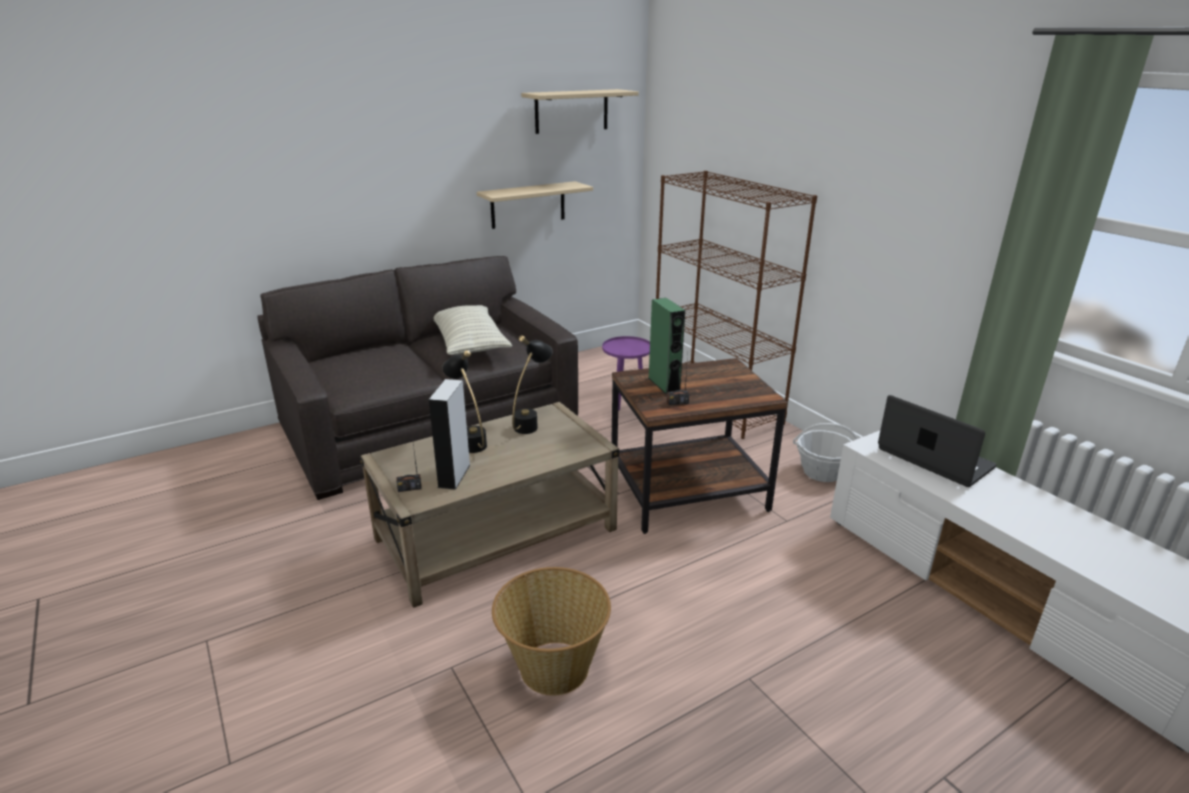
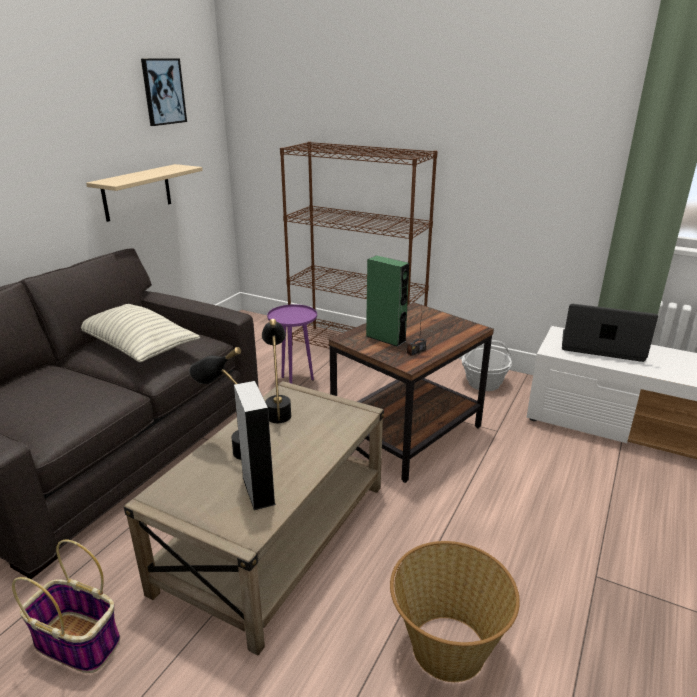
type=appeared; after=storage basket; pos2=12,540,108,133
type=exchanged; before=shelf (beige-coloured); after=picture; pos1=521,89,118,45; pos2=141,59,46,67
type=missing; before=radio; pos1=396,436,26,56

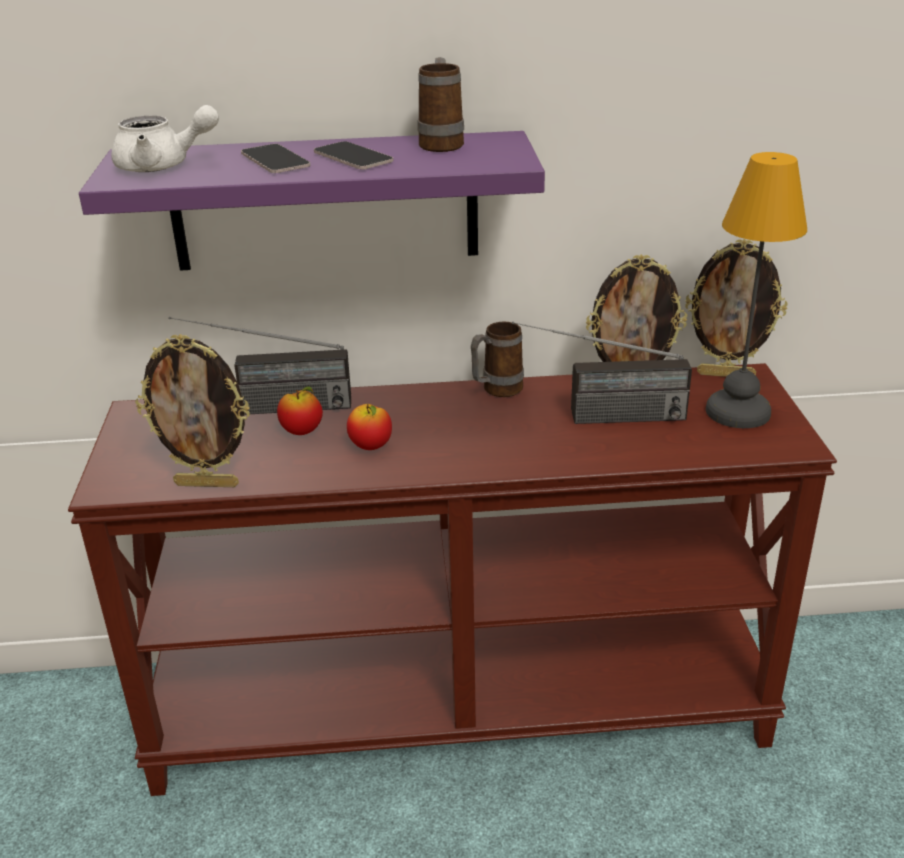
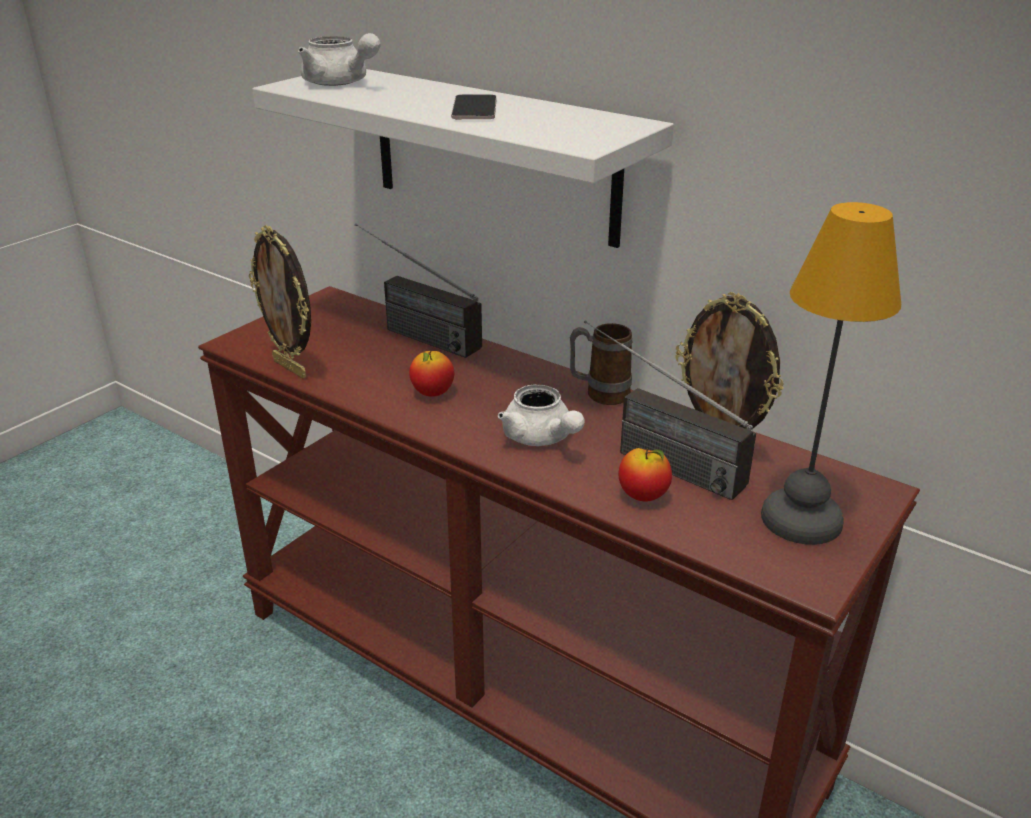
type=colour; before=shelf (purple-coloured); after=shelf (white-coloured); pos1=79,131,466,140; pos2=252,69,422,179
type=appeared; after=pot for tea (white-coloured); pos2=498,385,87,61
type=relocated; before=apple; pos1=277,387,46,48; pos2=618,448,54,54
type=missing; before=telephone; pos1=241,144,69,29
type=missing; before=coffee mug; pos1=418,57,46,95
type=missing; before=picture frame; pos1=685,239,102,138

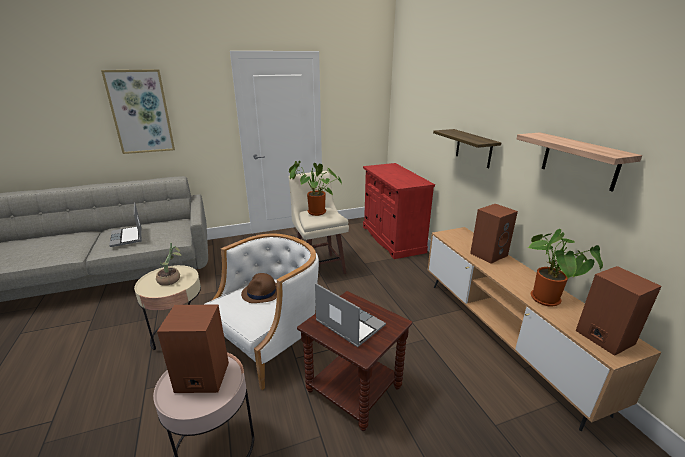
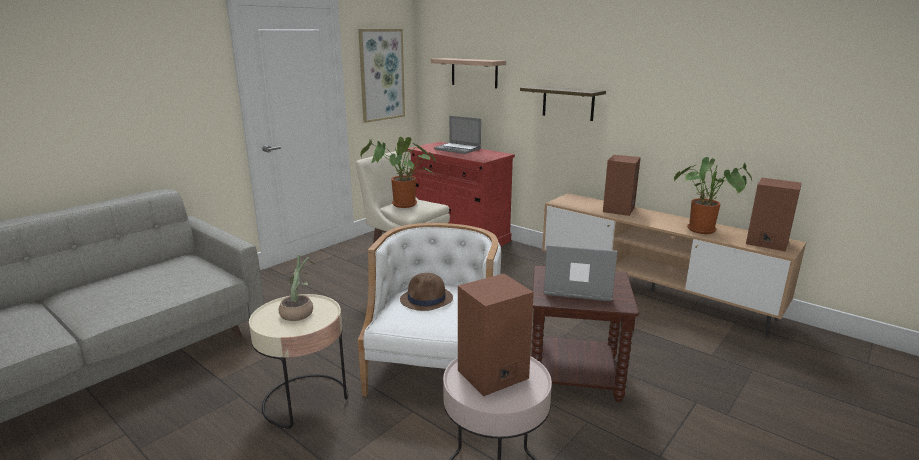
type=relocated; before=picture; pos1=101,69,74,85; pos2=358,29,47,94
type=relocated; before=shelf; pos1=516,132,126,60; pos2=431,58,75,31
type=relocated; before=laptop; pos1=109,202,33,45; pos2=434,116,47,38

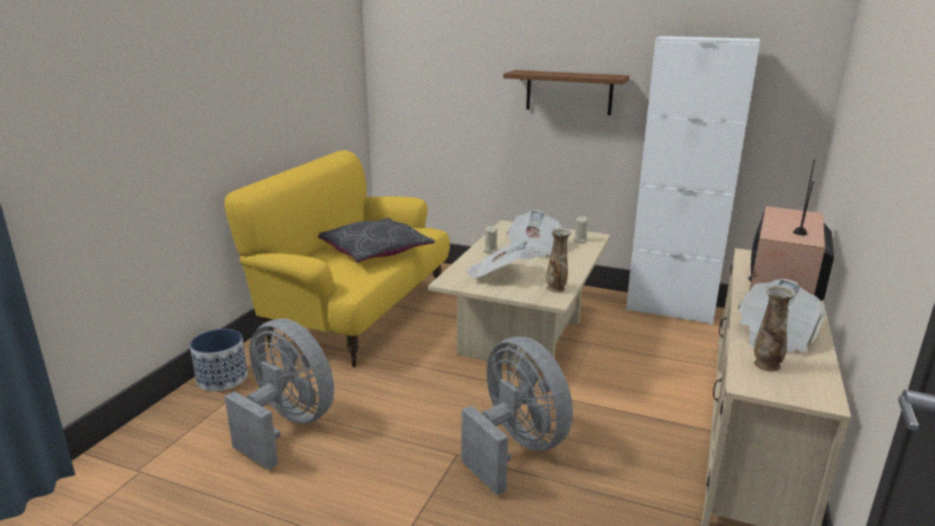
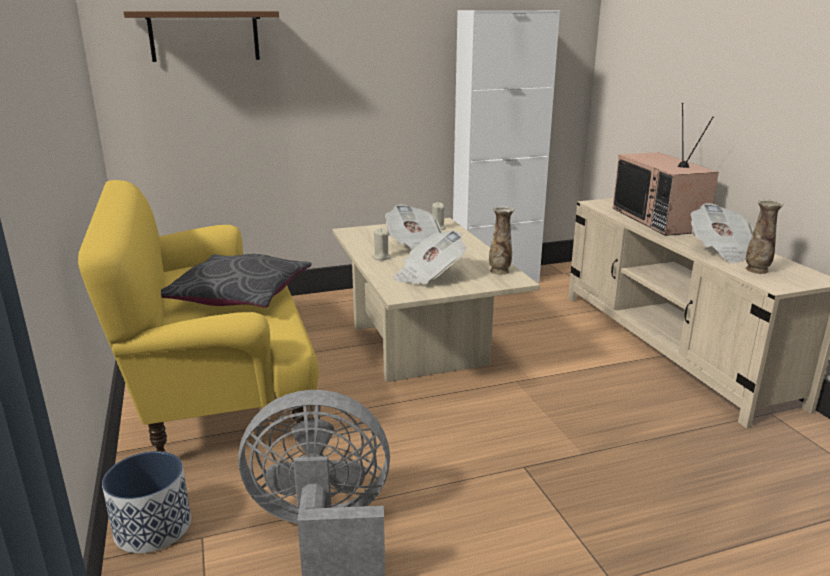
type=relocated; before=shelf (brown); pos1=503,70,127,45; pos2=124,11,155,51
type=missing; before=electric fan (greyish); pos1=462,337,111,158

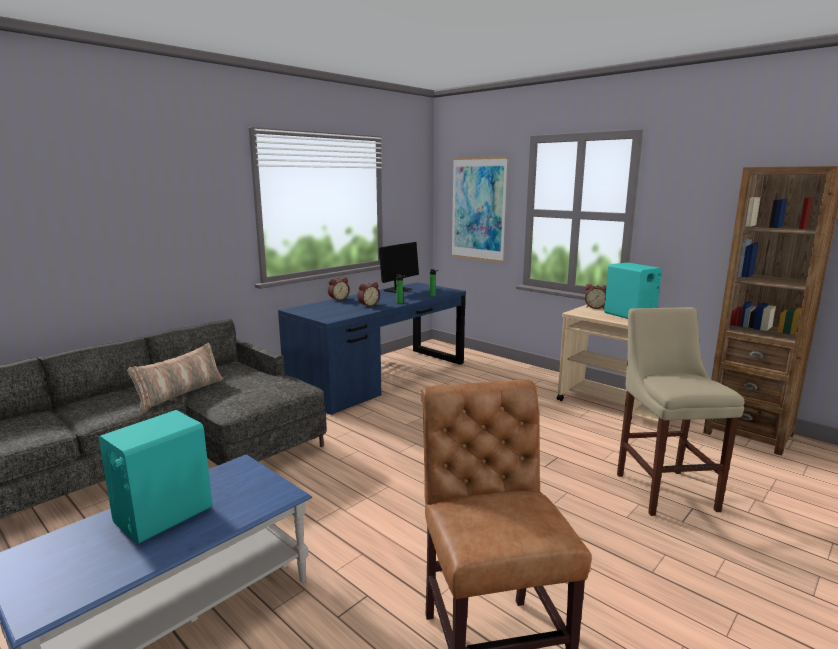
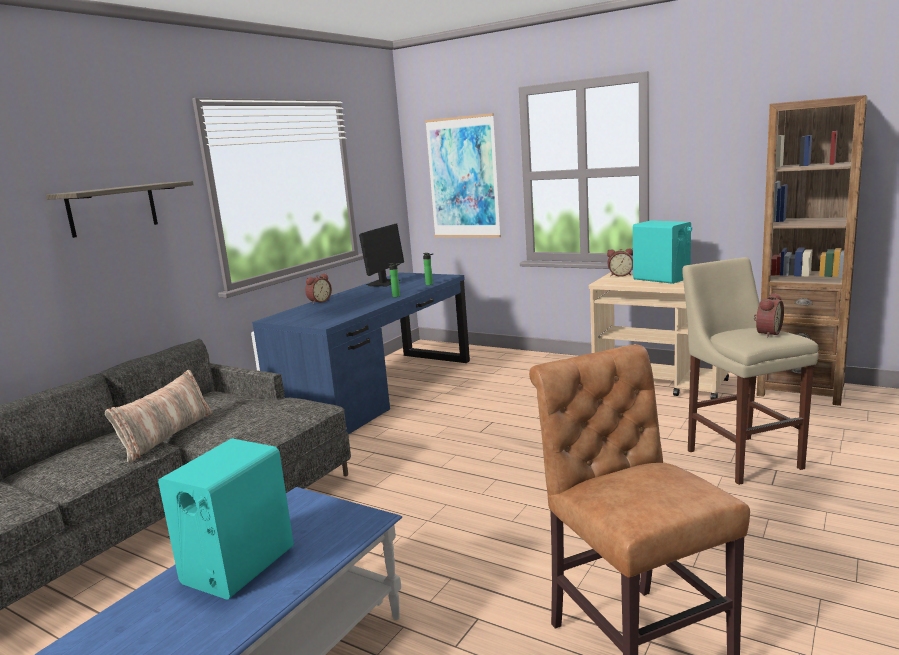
type=appeared; after=shelf; pos2=46,181,147,57
type=relocated; before=alarm clock; pos1=357,282,23,25; pos2=754,293,30,45

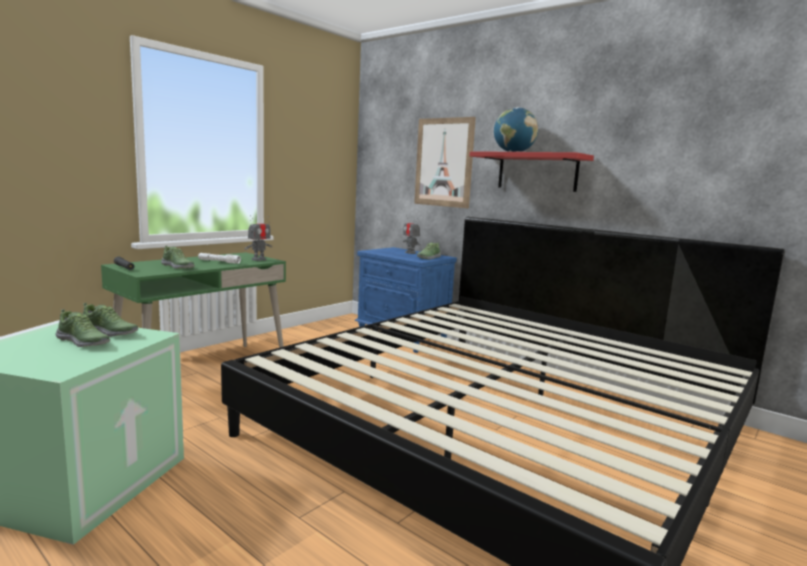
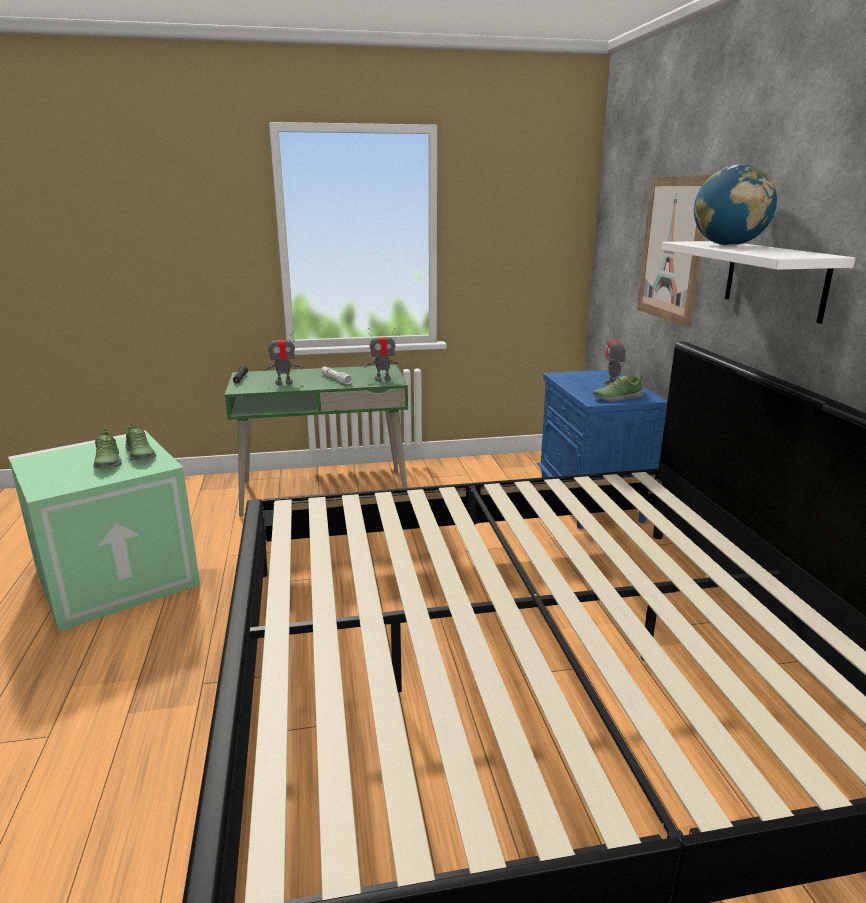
type=exchanged; before=shoe; after=robot figure; pos1=161,245,34,24; pos2=263,331,40,55
type=colour; before=shelf (red); after=shelf (white-coloured); pos1=470,151,124,41; pos2=661,241,194,83

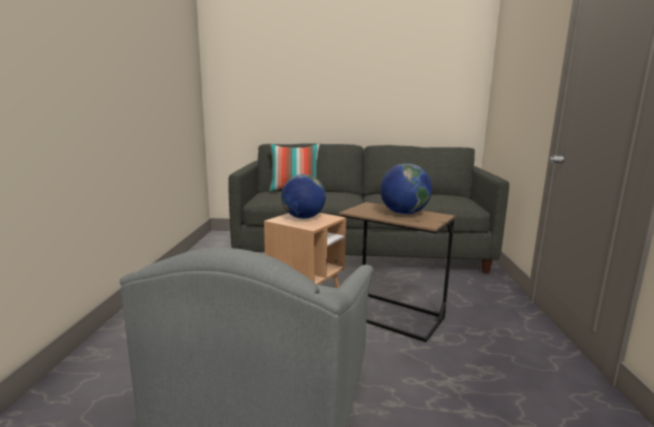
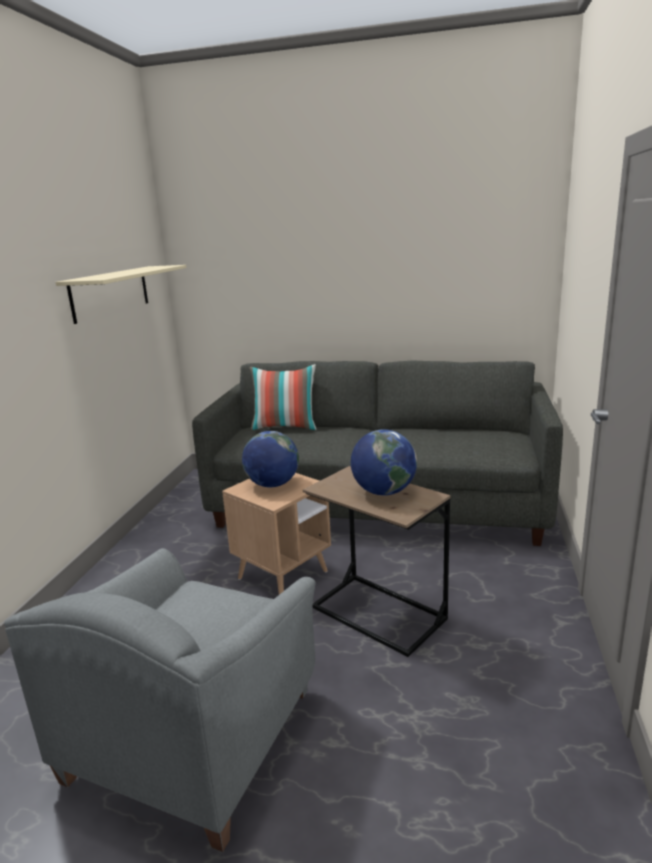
type=appeared; after=shelf (beige-coloured); pos2=56,265,130,59

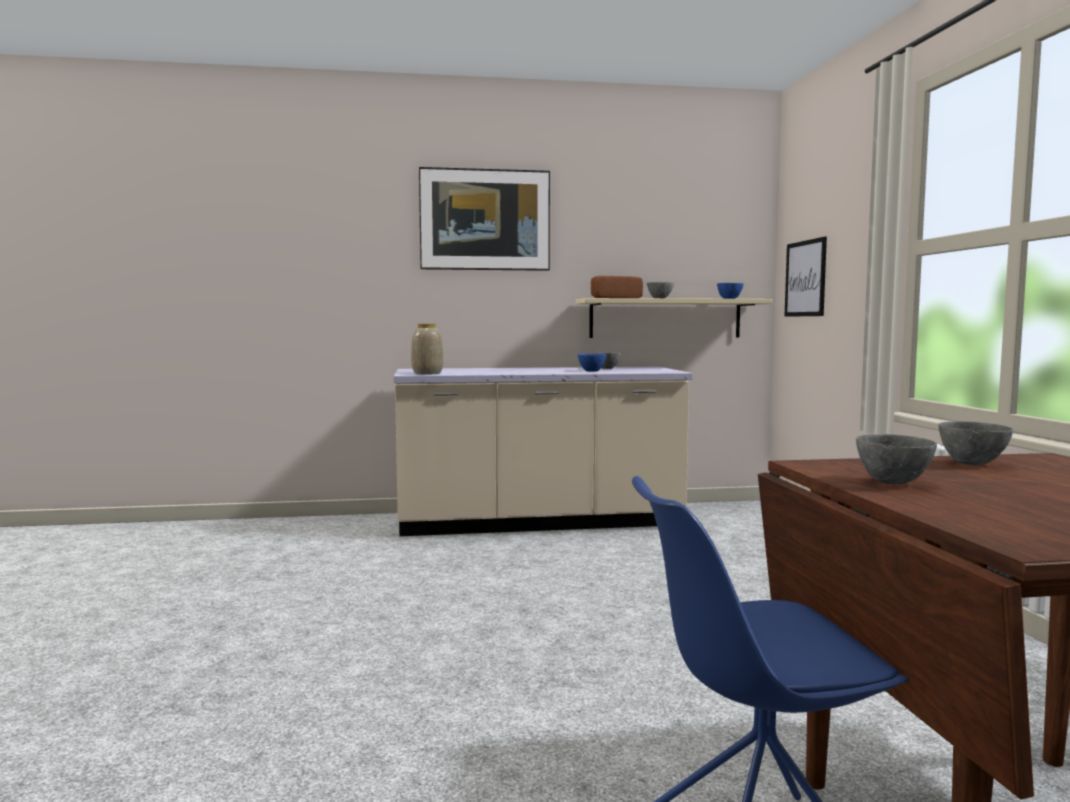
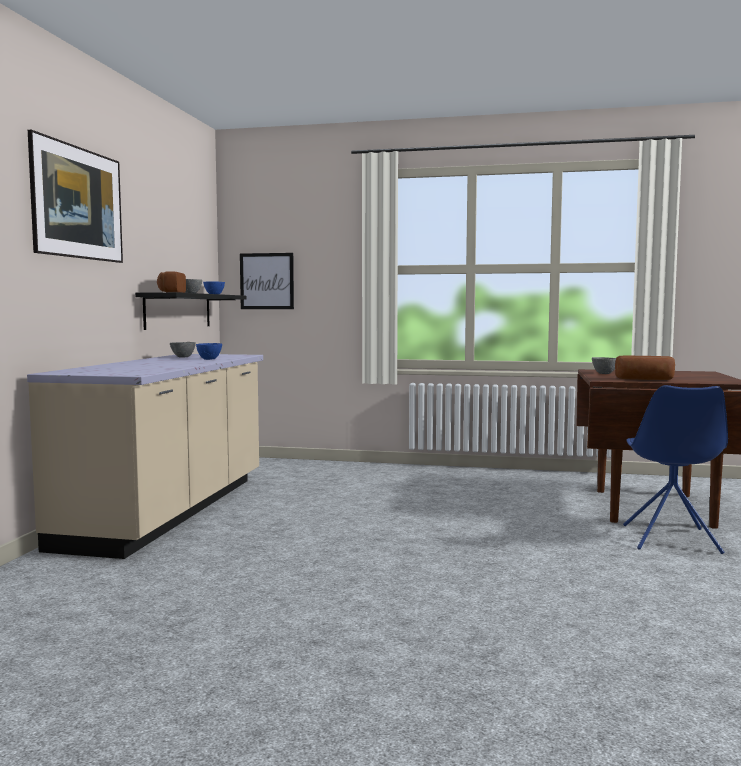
type=colour; before=shelf (beige-coloured); after=shelf (blackish); pos1=576,298,197,40; pos2=135,292,112,38
type=exchanged; before=serving bowl (greyish); after=baked bread; pos1=856,434,81,50; pos2=615,355,60,25
type=missing; before=decorative vase; pos1=411,324,32,50

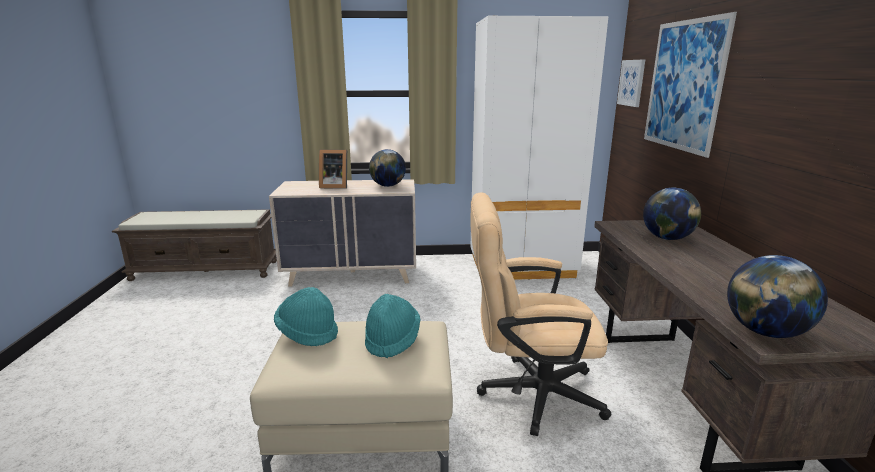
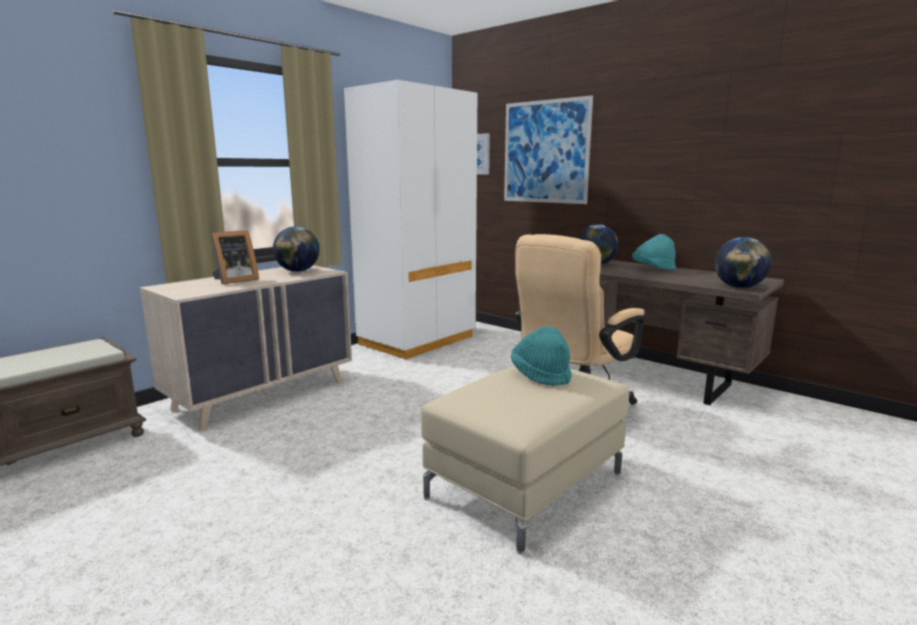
type=relocated; before=hat (blue-green); pos1=274,287,64,59; pos2=632,234,44,36

